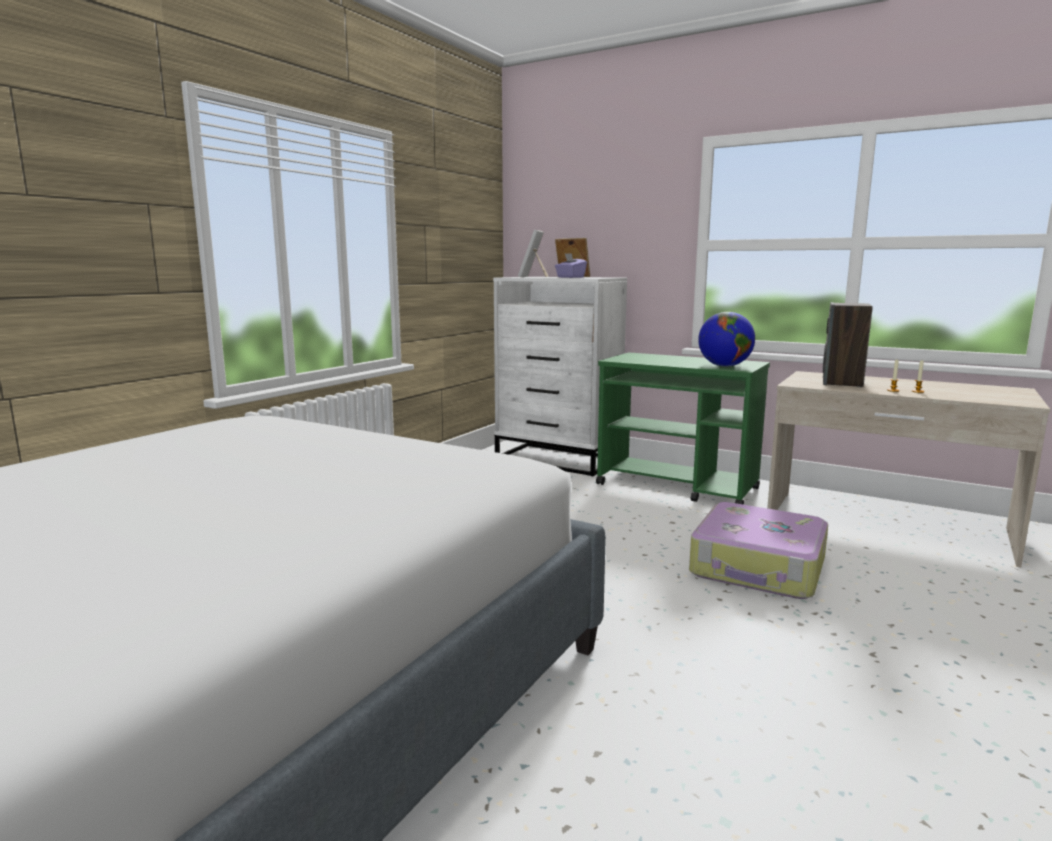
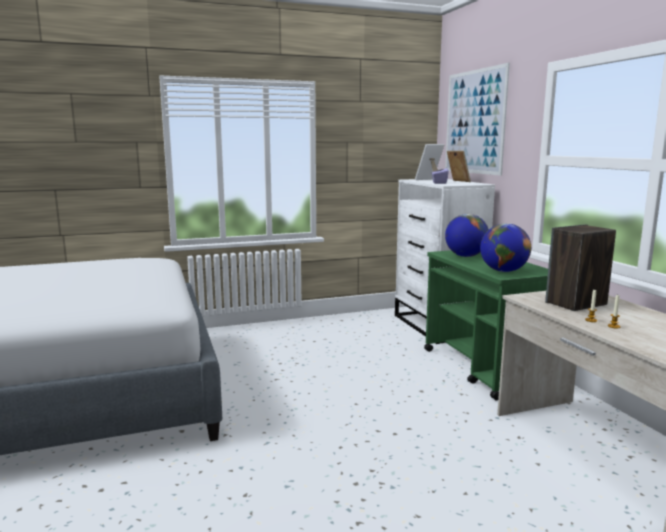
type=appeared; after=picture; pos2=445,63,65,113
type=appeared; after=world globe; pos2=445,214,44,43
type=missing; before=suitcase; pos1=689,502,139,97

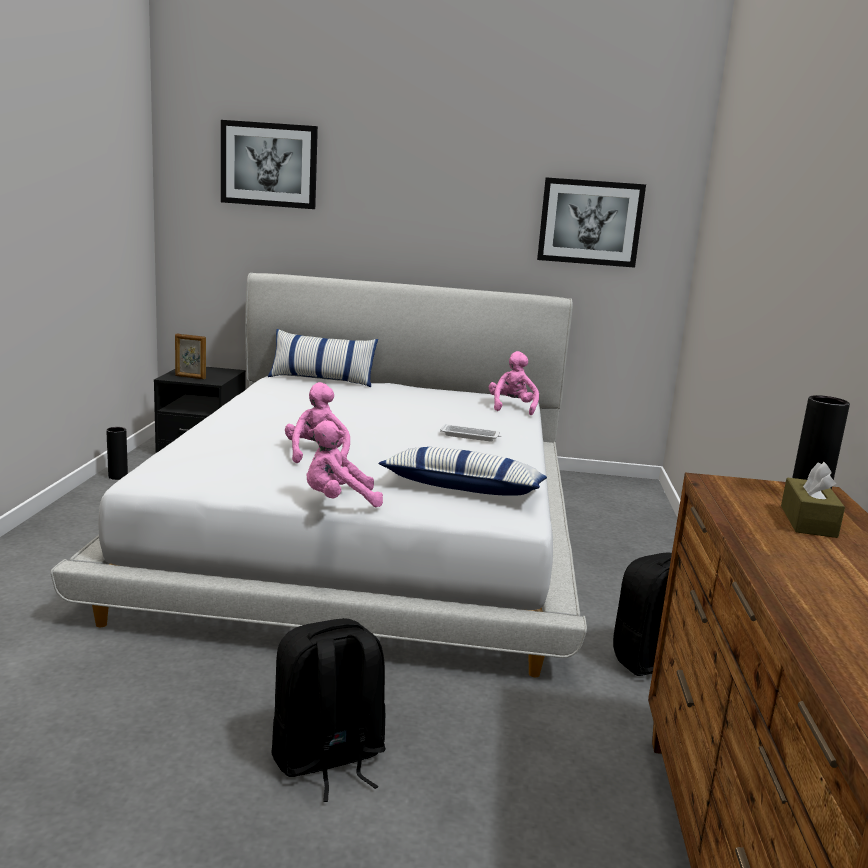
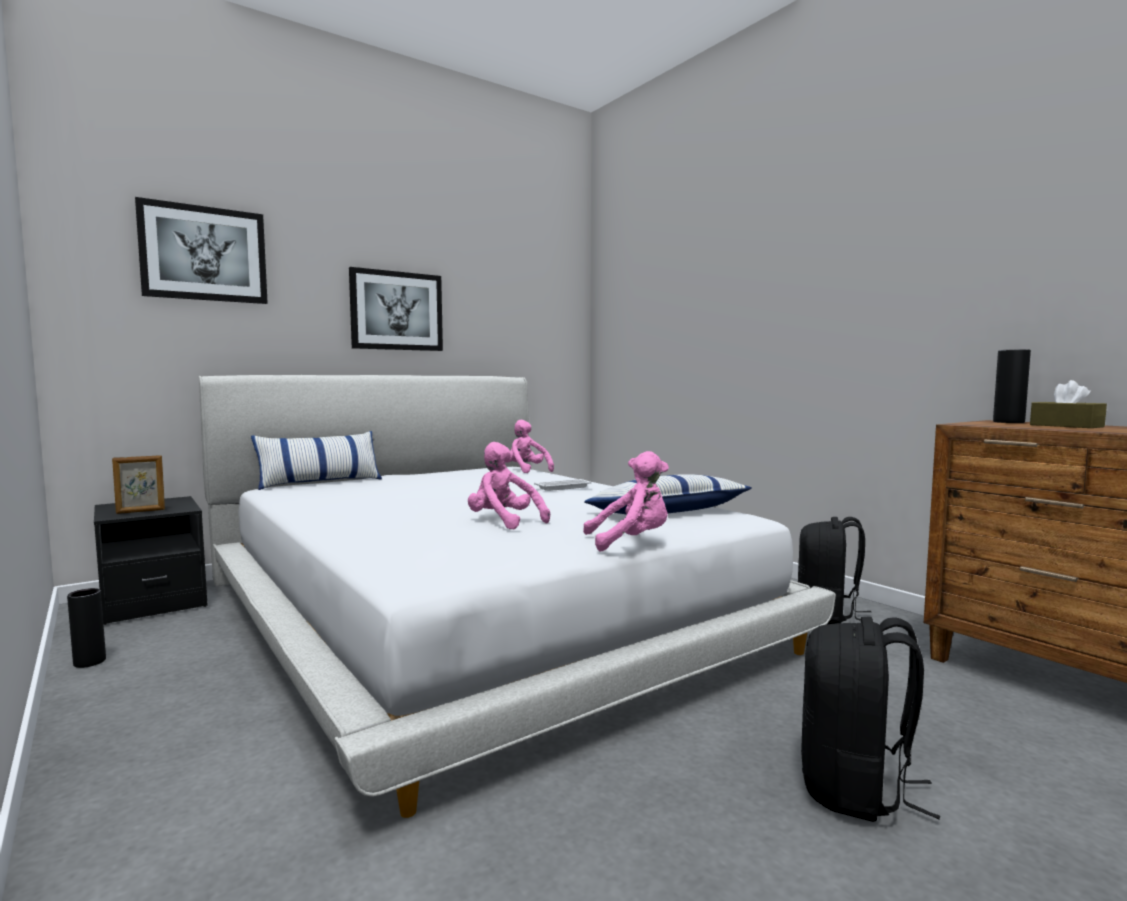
type=relocated; before=picture; pos1=537,177,109,91; pos2=349,267,94,84
type=spun; before=plush toy (pink); pos1=306,420,77,87; pos2=583,451,86,100; turn=-135

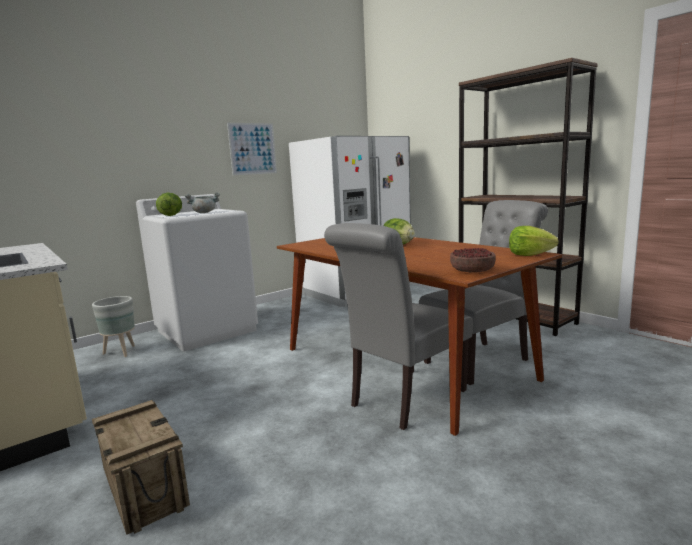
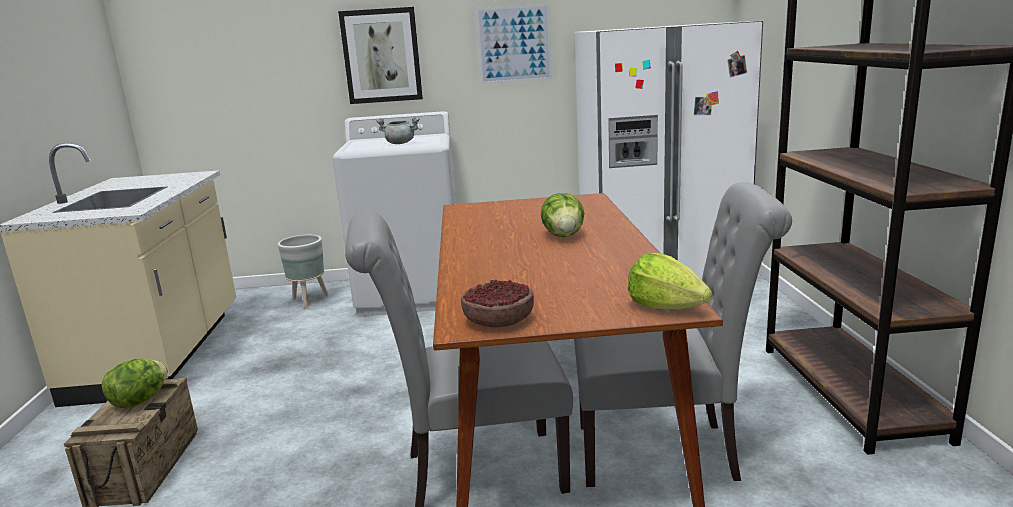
type=relocated; before=head of lettuce; pos1=156,192,26,24; pos2=102,359,66,49
type=appeared; after=picture; pos2=338,7,85,97

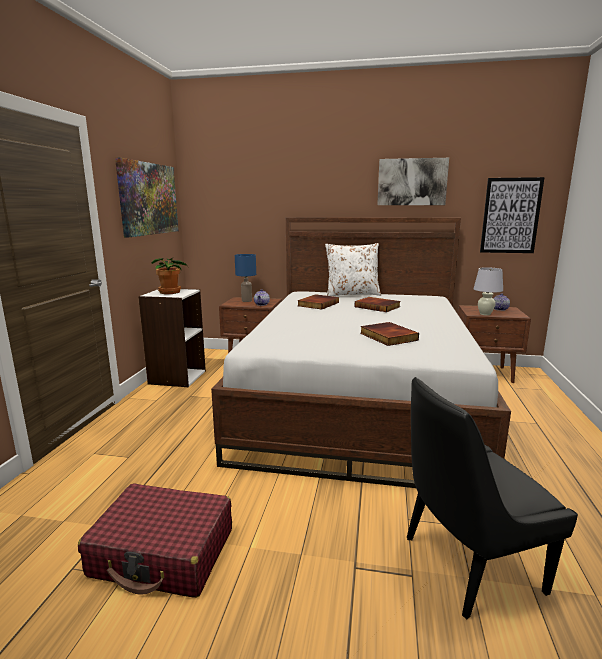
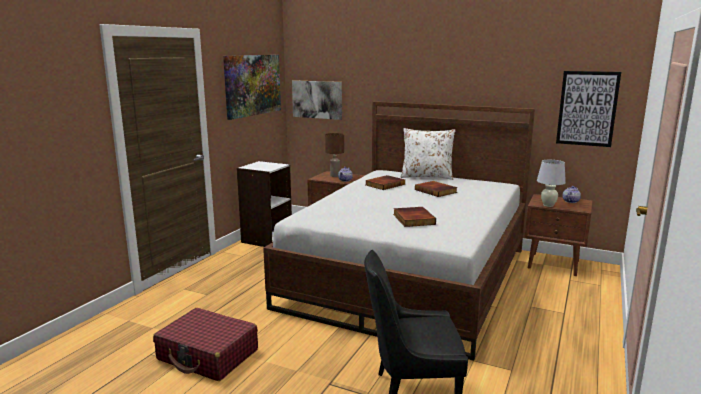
type=relocated; before=picture; pos1=377,158,72,47; pos2=292,80,50,40
type=colour; before=tabletop lamp (blue-coloured); after=tabletop lamp (brown); pos1=235,254,21,48; pos2=325,133,19,44
type=missing; before=plant in a pot; pos1=152,258,35,36

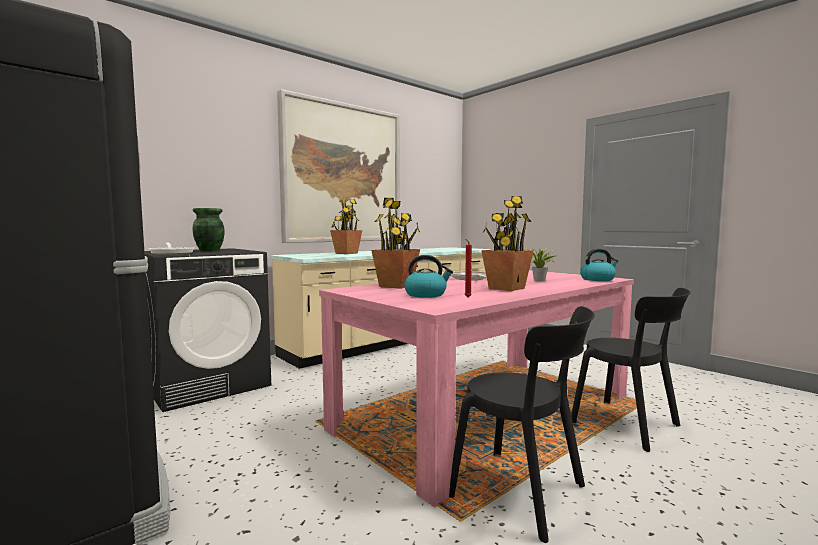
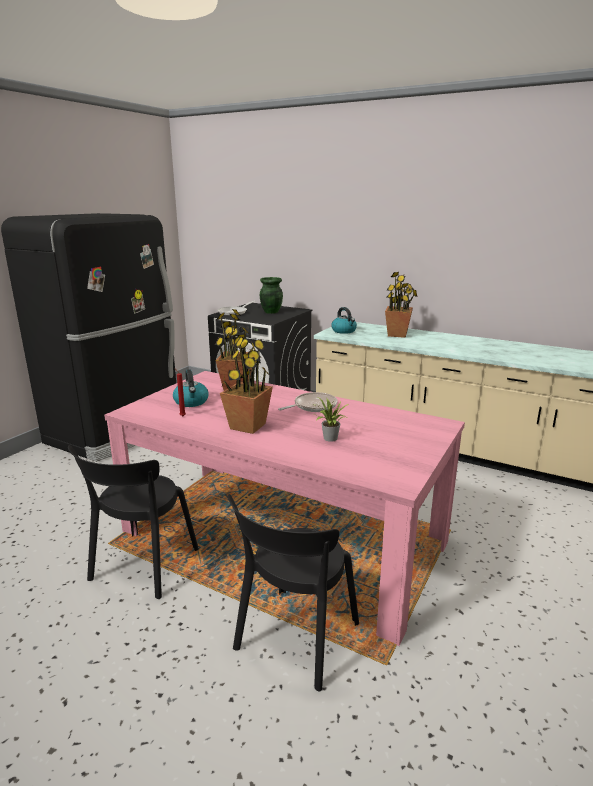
type=relocated; before=water kettle; pos1=580,249,38,32; pos2=331,307,26,27
type=missing; before=picture; pos1=277,89,123,154

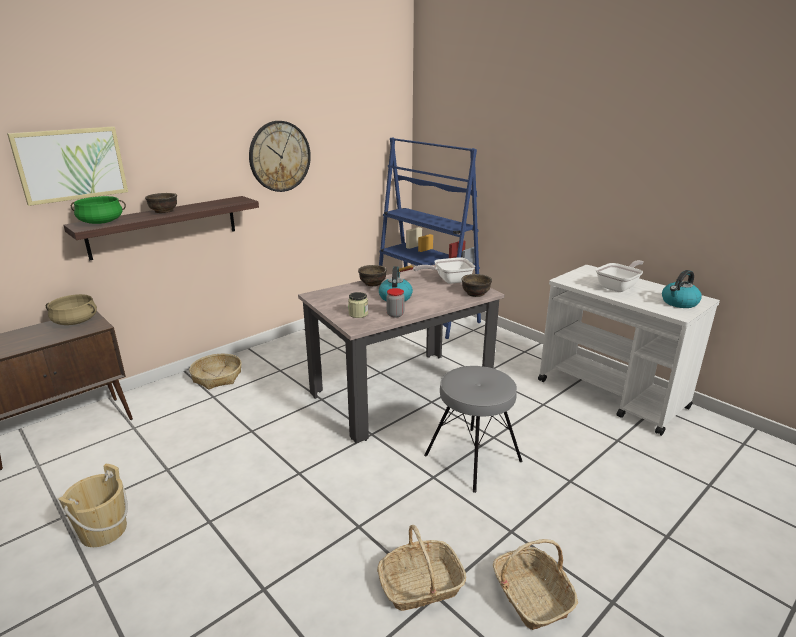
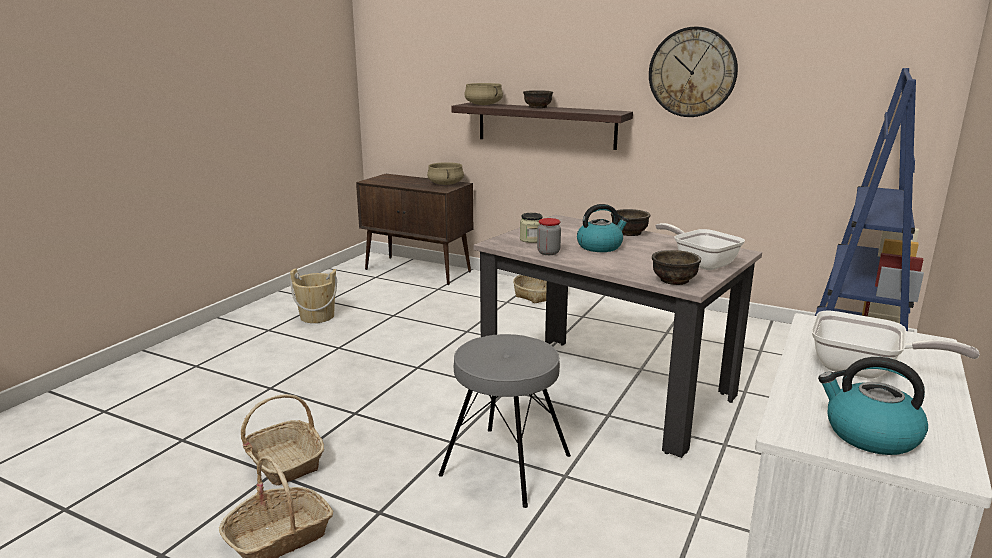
type=colour; before=stockpot (green-coloured); after=stockpot (beige-coloured); pos1=71,196,55,28; pos2=464,83,39,22
type=missing; before=picture; pos1=7,127,121,79

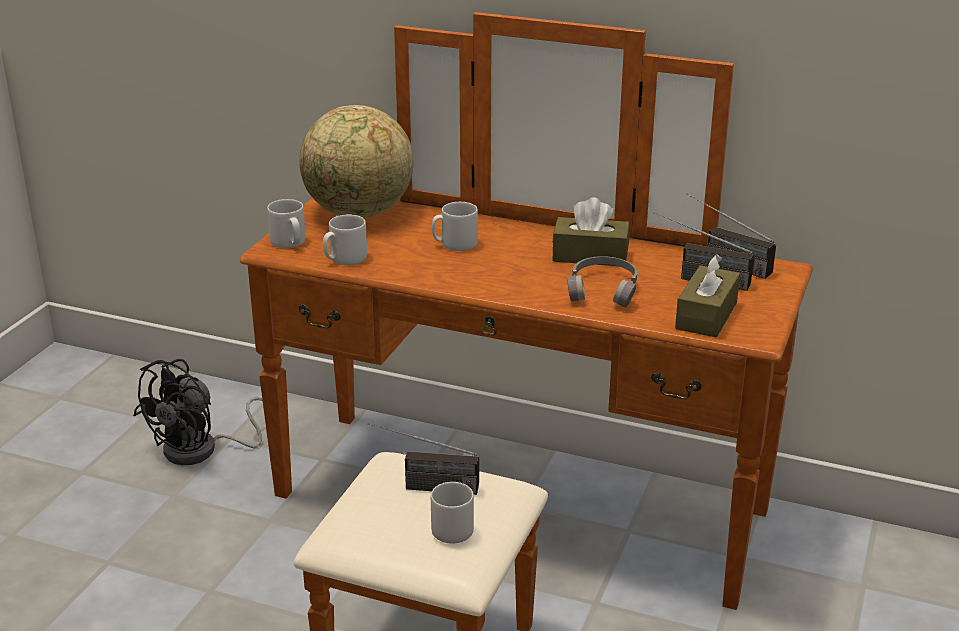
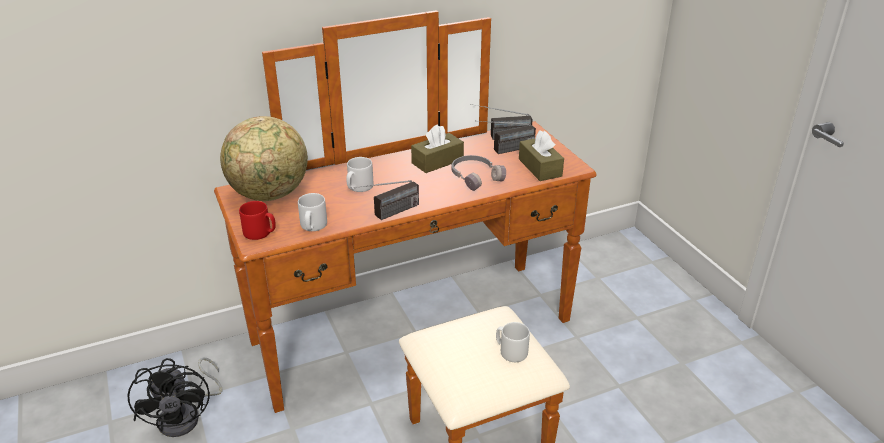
type=colour; before=coffee mug (greyish); after=coffee mug (red); pos1=267,199,39,49; pos2=239,201,37,39
type=relocated; before=radio; pos1=368,423,111,72; pos2=351,180,68,40

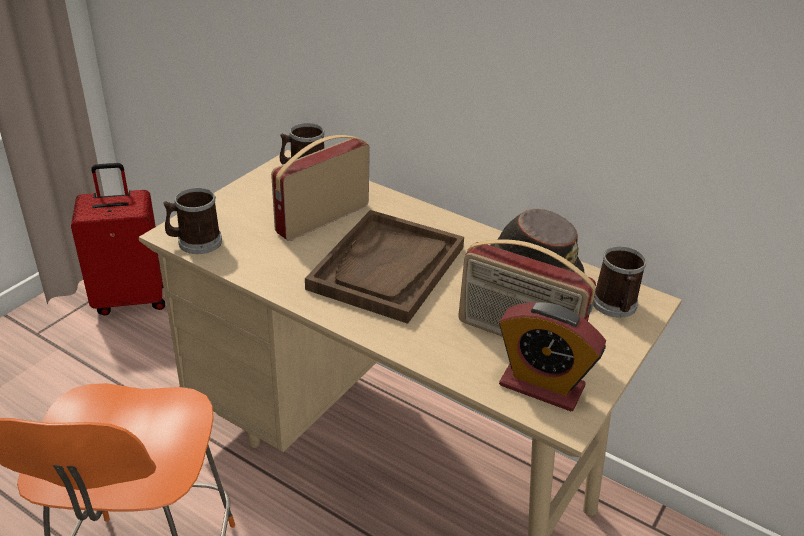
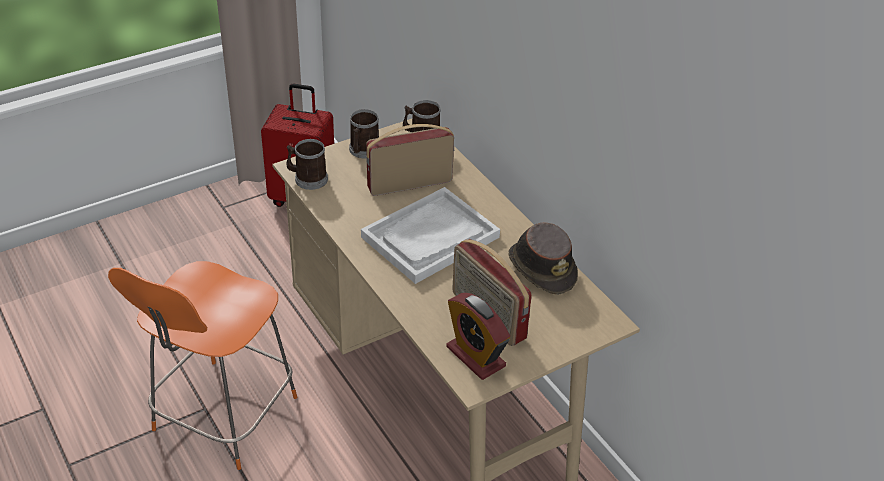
type=relocated; before=coffee mug; pos1=593,246,53,72; pos2=349,109,30,50
type=colour; before=tray (brown); after=tray (white-coloured); pos1=305,210,159,114; pos2=361,187,139,97

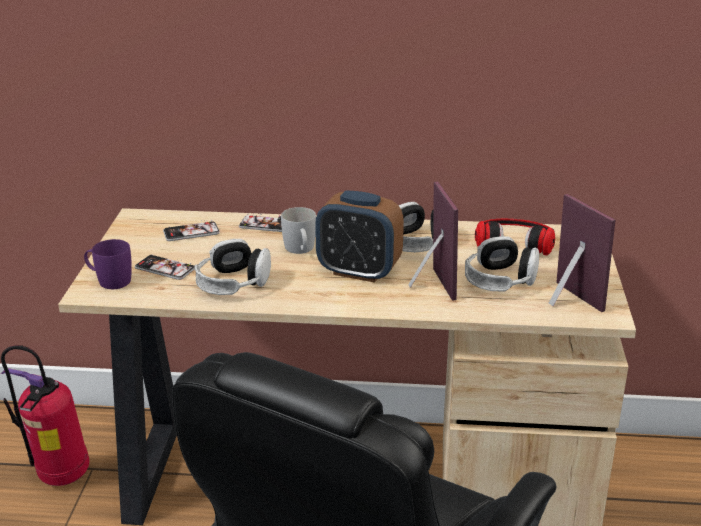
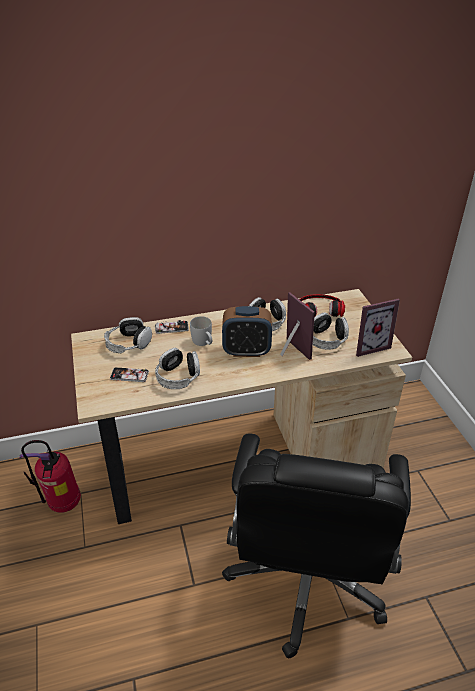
type=exchanged; before=telephone; after=headphones; pos1=163,220,57,21; pos2=104,317,48,36
type=spun; before=picture frame; pos1=549,194,67,118; pos2=356,298,44,59; turn=120
type=missing; before=coffee mug (purple-coloured); pos1=84,239,48,50

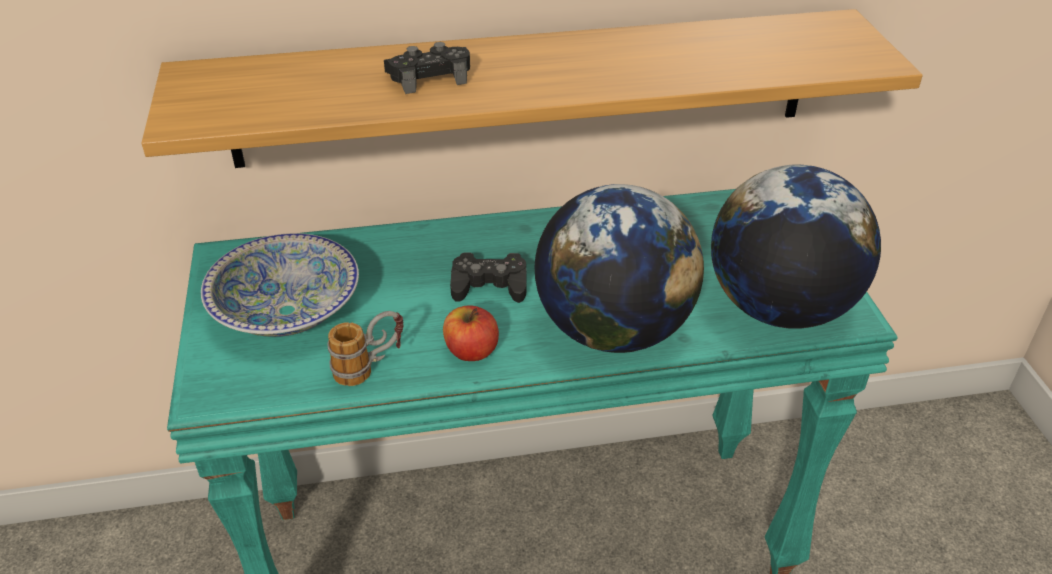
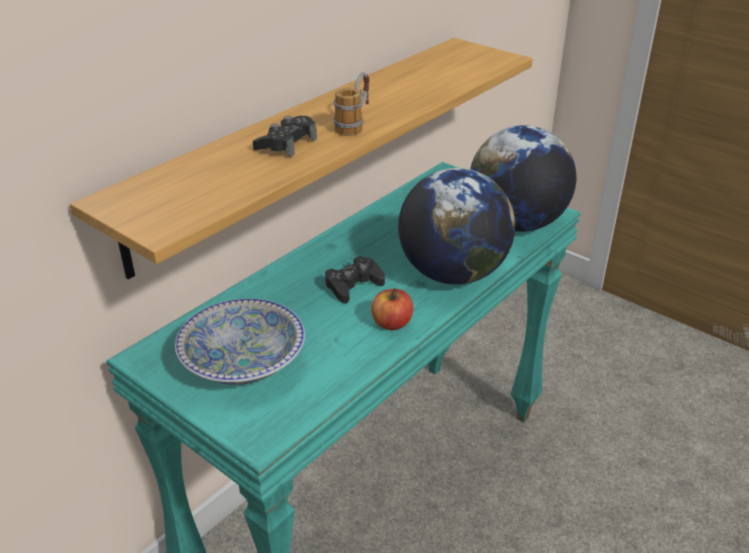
type=relocated; before=coffee mug; pos1=327,311,77,75; pos2=333,72,37,64

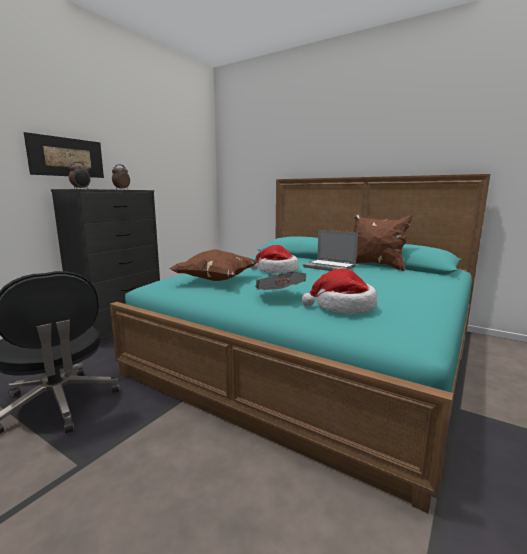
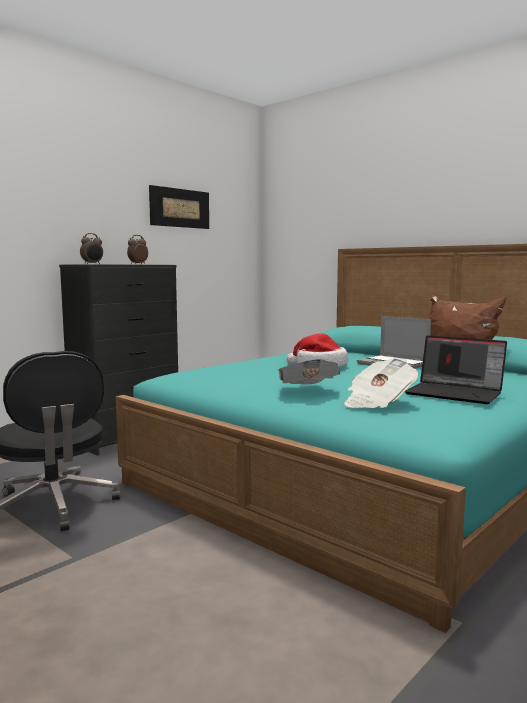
type=relocated; before=picture; pos1=24,132,80,46; pos2=149,185,60,44
type=exchanged; before=hat; after=printed paper; pos1=302,269,75,44; pos2=344,358,74,50
type=appeared; after=laptop; pos2=404,336,103,68
type=missing; before=throw pillow (brown); pos1=169,249,89,32

